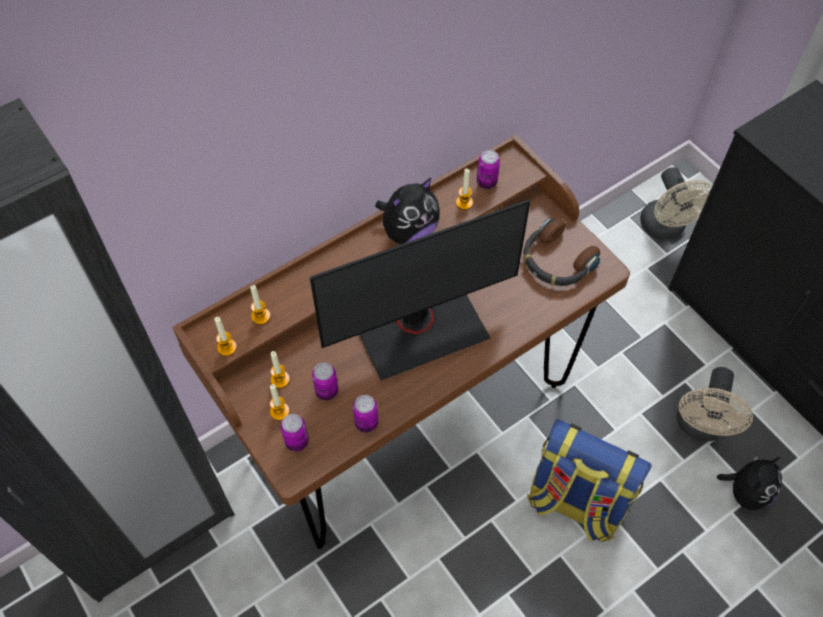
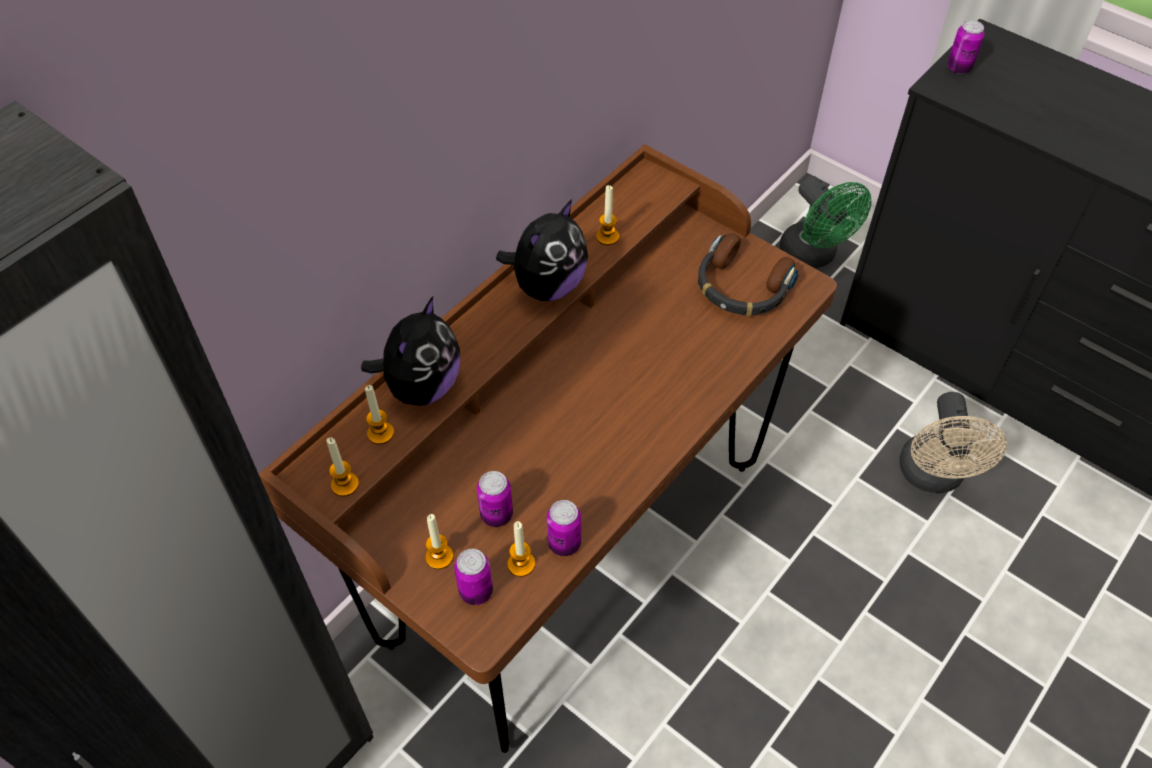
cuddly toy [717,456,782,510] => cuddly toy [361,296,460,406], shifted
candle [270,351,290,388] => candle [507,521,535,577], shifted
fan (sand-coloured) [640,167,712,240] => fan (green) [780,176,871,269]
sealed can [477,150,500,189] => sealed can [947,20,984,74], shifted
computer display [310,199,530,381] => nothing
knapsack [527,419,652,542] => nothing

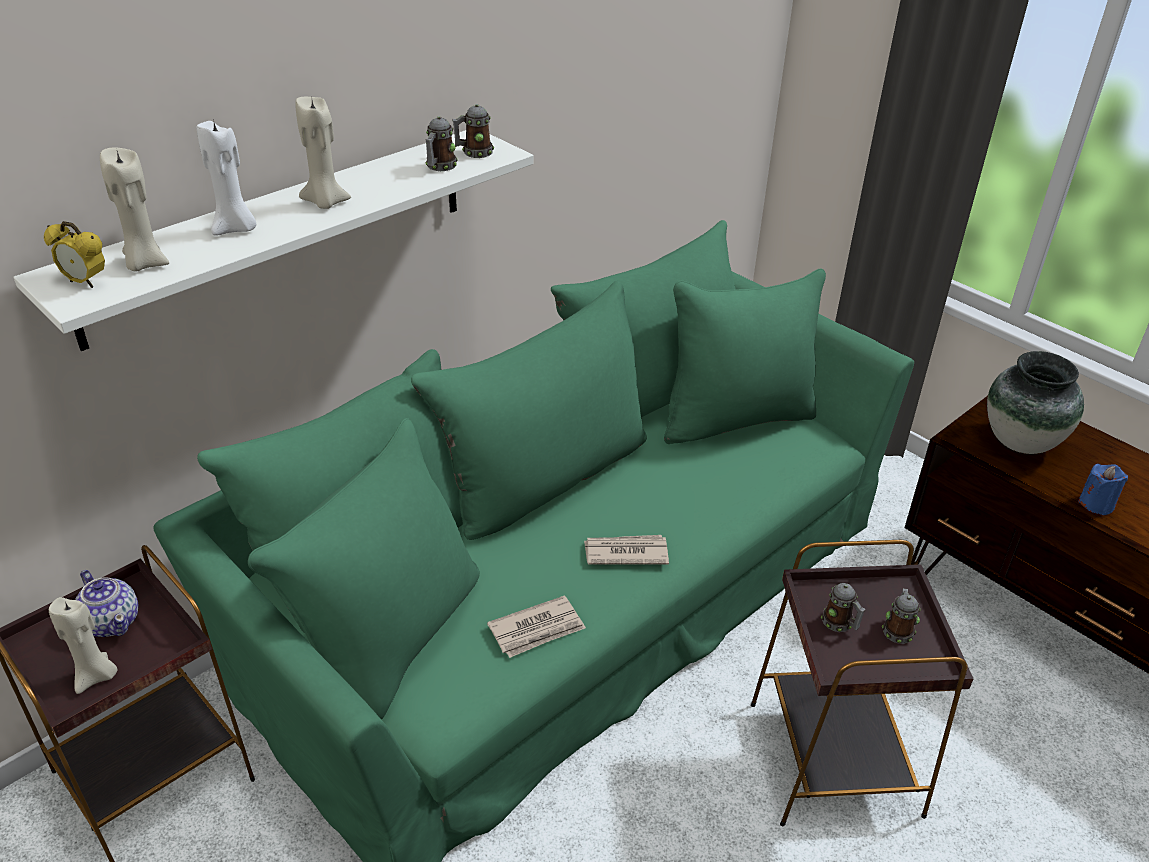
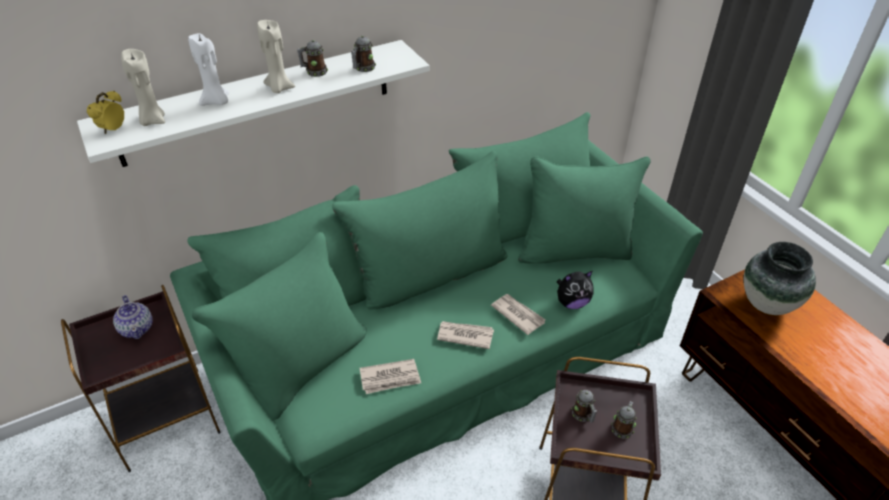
bedside clock [44,221,105,288] => bedside clock [87,91,124,134], 75 degrees clockwise
tea mug [452,104,494,158] => tea mug [297,40,328,77], shifted
nothing => printed paper [491,294,545,335]
nothing => cuddly toy [557,271,594,309]
candle (sand-coloured) [49,597,117,694] => nothing
candle (blue) [1078,464,1128,515] => nothing

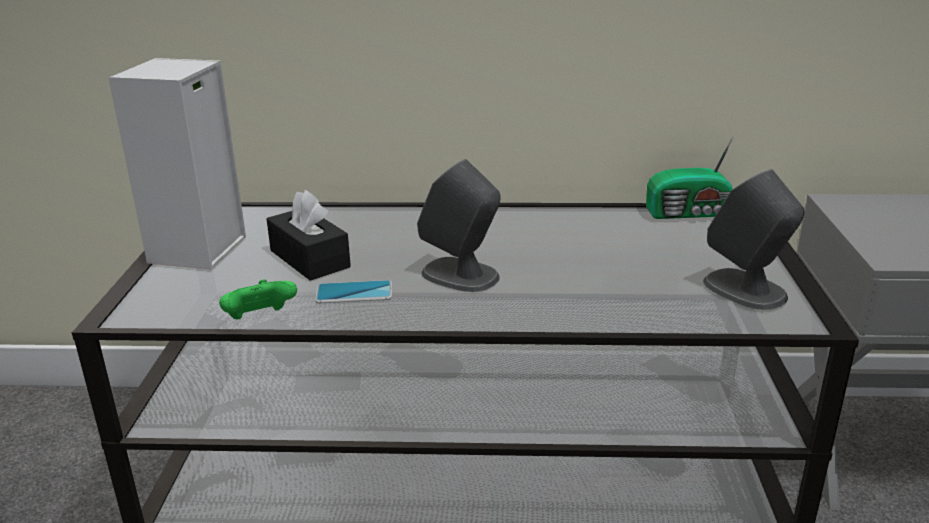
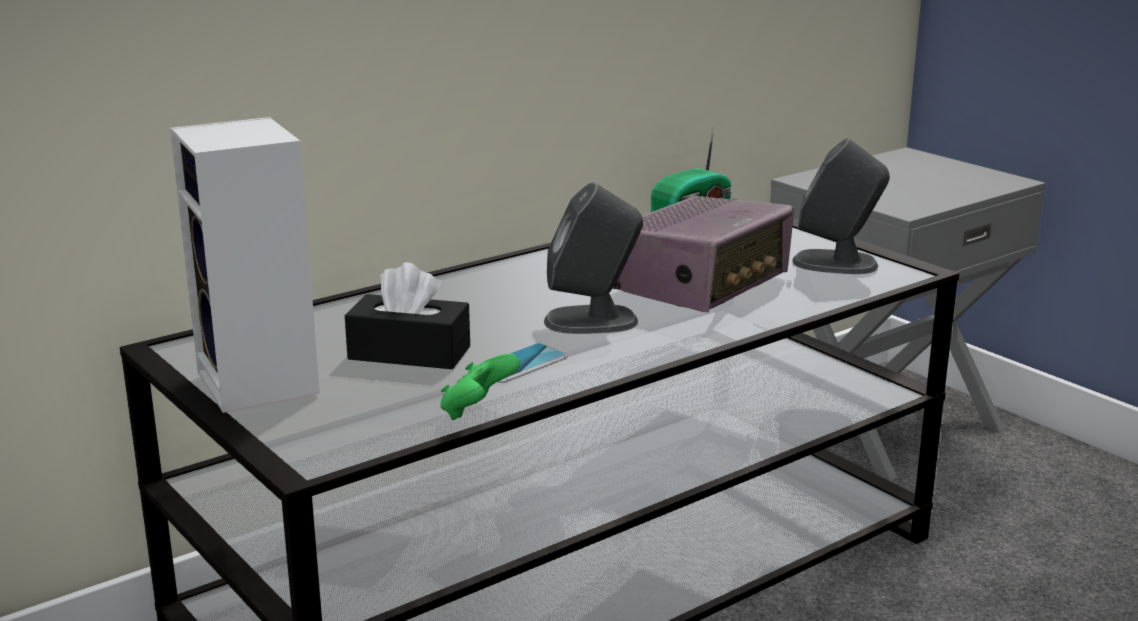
nothing => radio [613,196,794,312]

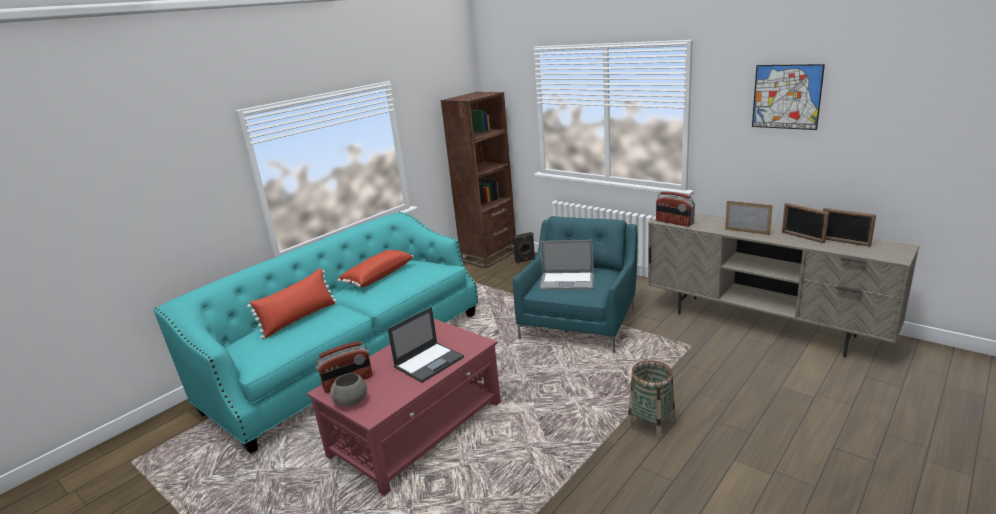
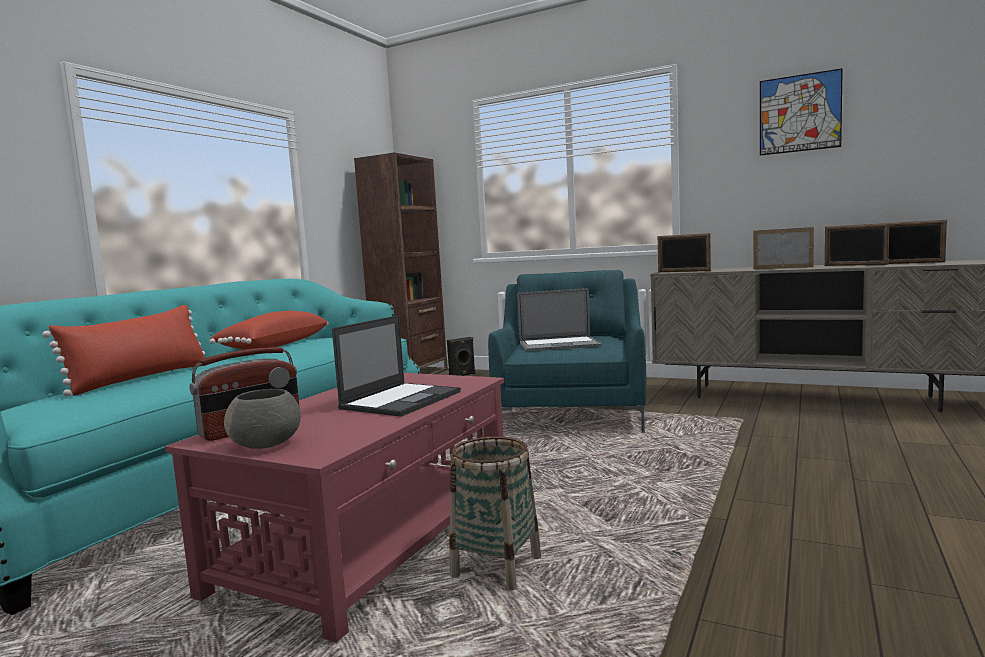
household basket [627,360,675,440] => household basket [449,436,541,590], shifted
radio [656,192,695,227] => picture frame [658,233,711,272]

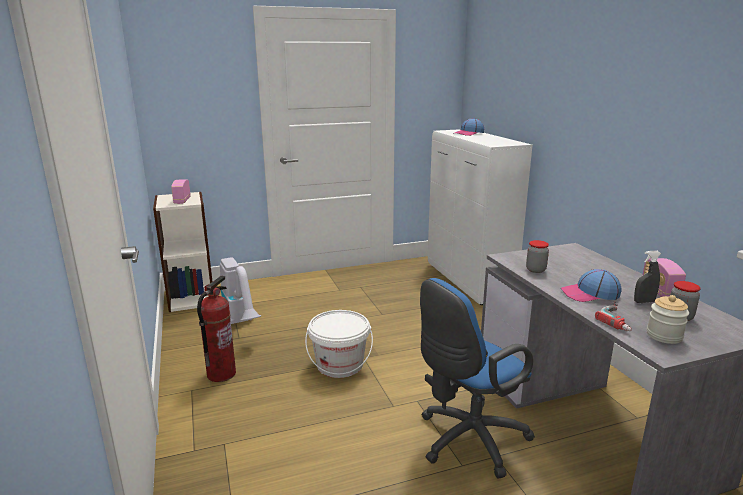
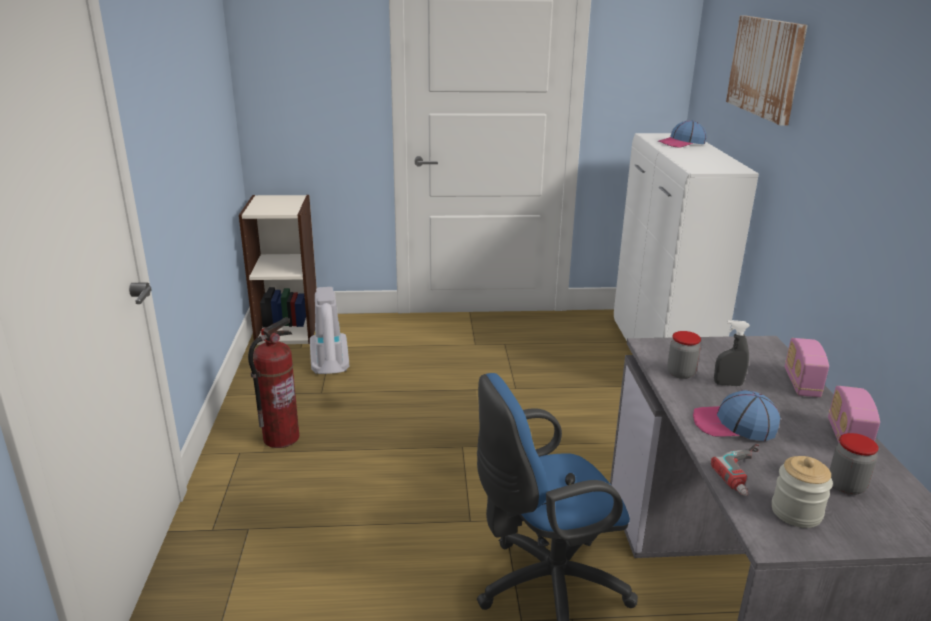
spray bottle (gray) [634,251,661,303] => spray bottle (gray) [714,320,750,386], shifted
nothing => picture [726,16,808,126]
radio [171,179,191,204] => radio [785,338,829,397], shifted
water bucket (white) [305,310,373,378] => nothing

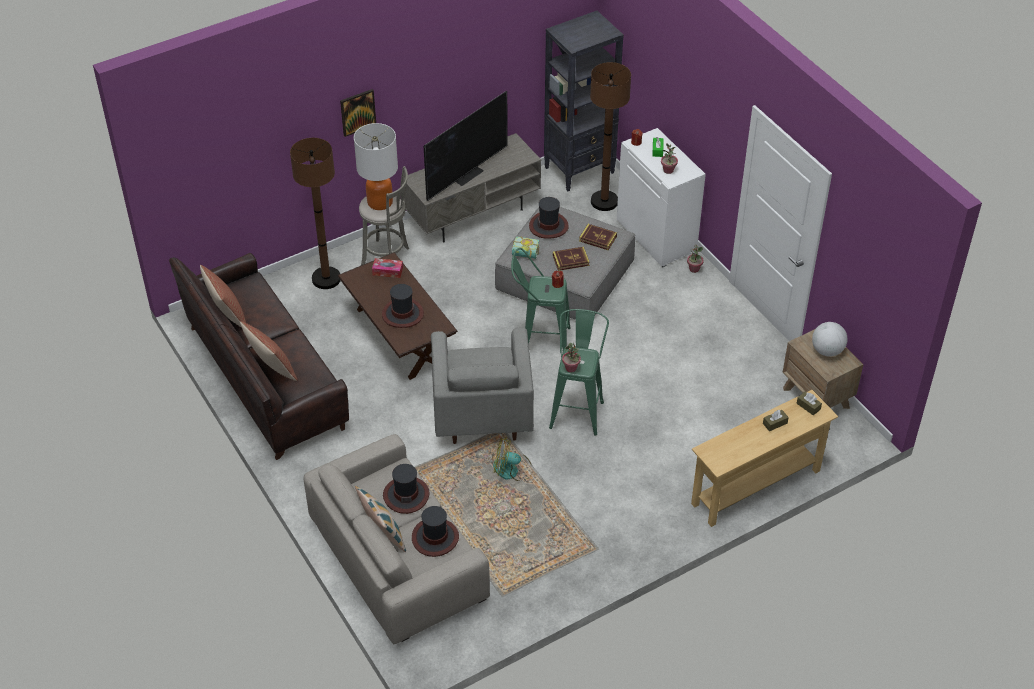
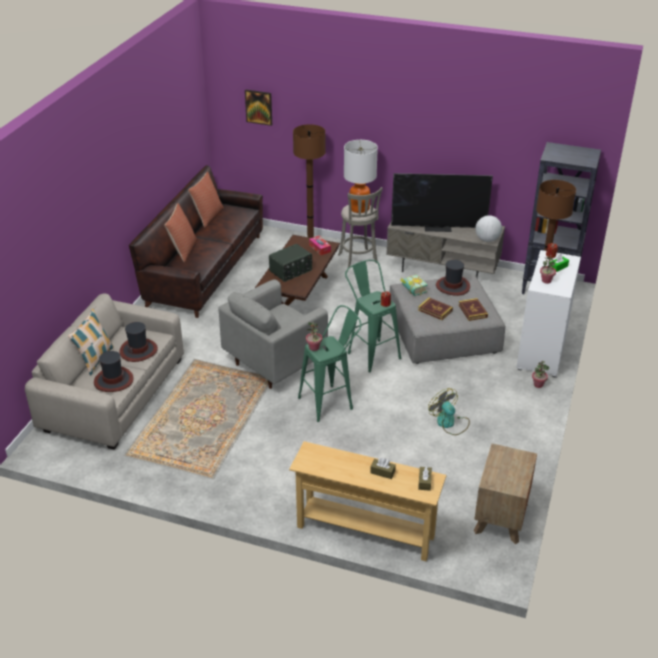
picture [340,89,376,137] => picture [245,89,272,126], shifted
wearable hat [382,284,424,328] => radio [269,244,312,282]
fan [493,437,532,481] => fan [428,388,470,435], shifted
desk globe [812,322,847,356] => desk globe [475,215,502,242], shifted

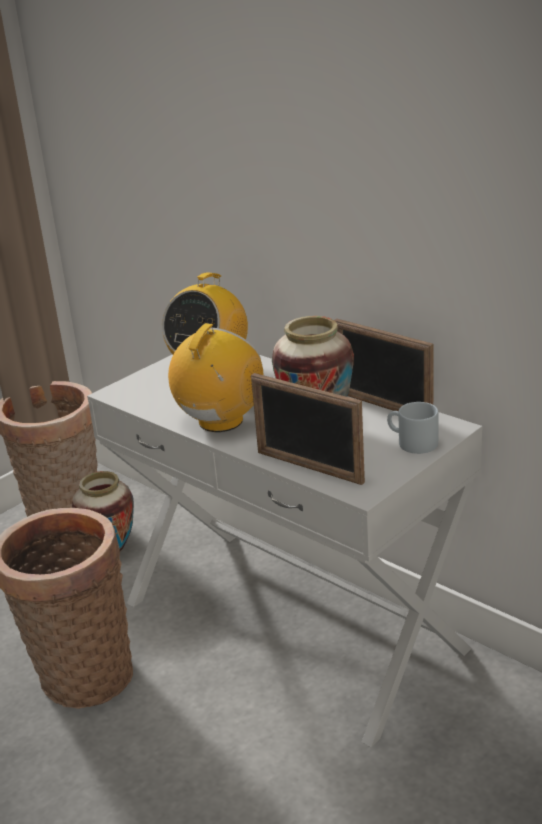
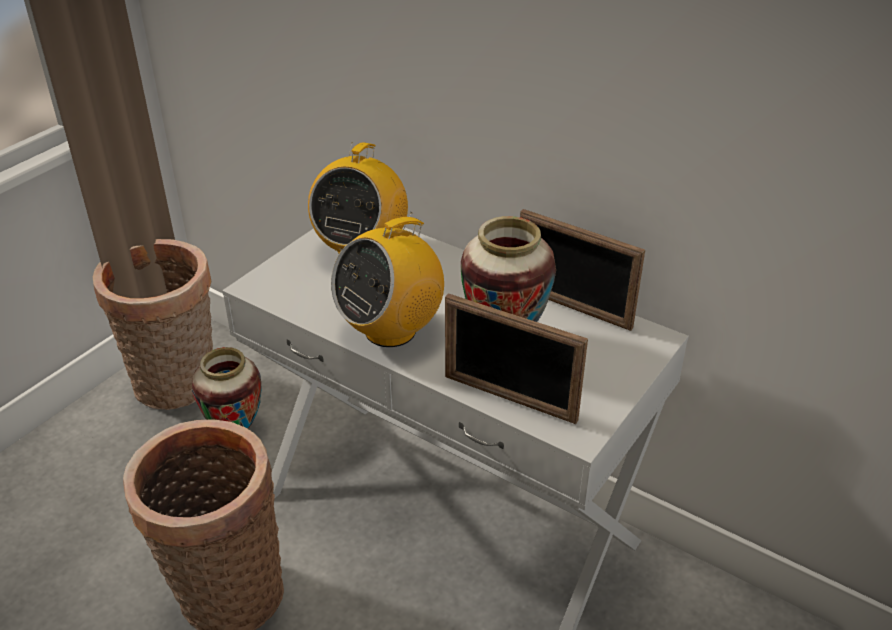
radio [168,323,264,432] => radio [331,212,444,347], 150 degrees counterclockwise
tea mug (gray) [387,402,438,454] => nothing

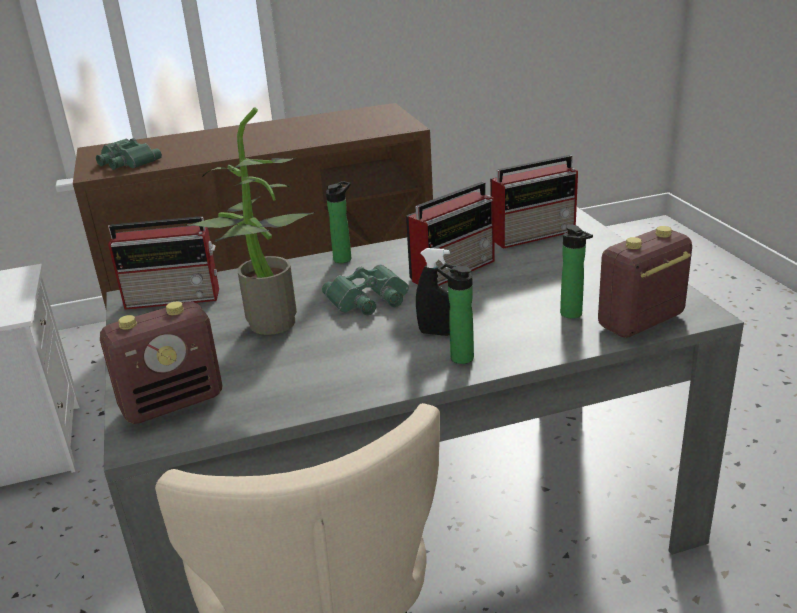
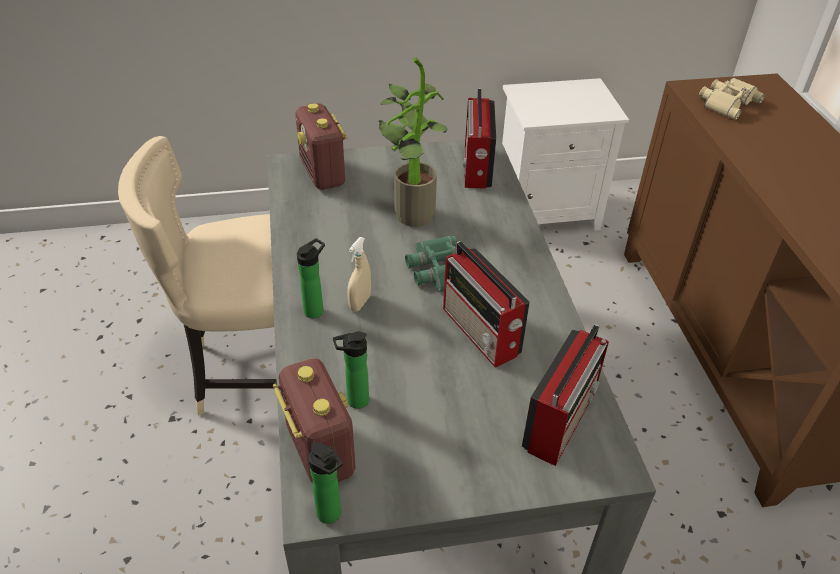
bottle [326,181,351,263] => bottle [308,442,343,524], shifted
spray bottle (blackish) [416,248,450,336] => spray bottle (sand-coloured) [347,237,371,312]
radio [490,155,578,249] => radio [522,324,609,466], 135 degrees counterclockwise
field glasses (green) [96,138,162,170] => field glasses (sand-coloured) [699,77,765,120]

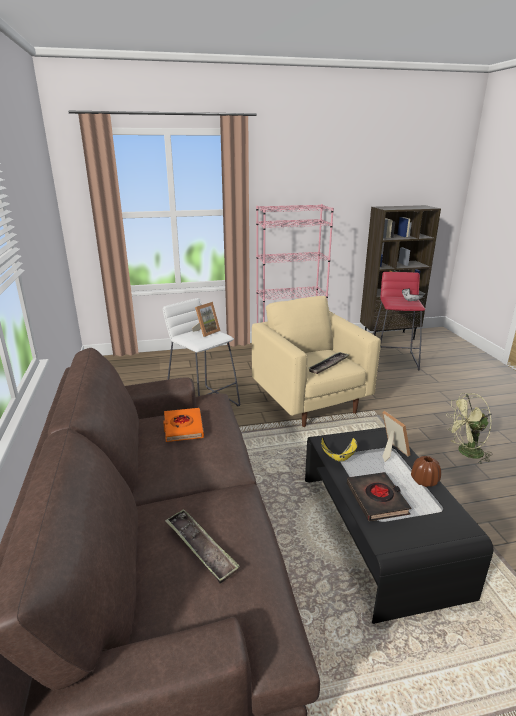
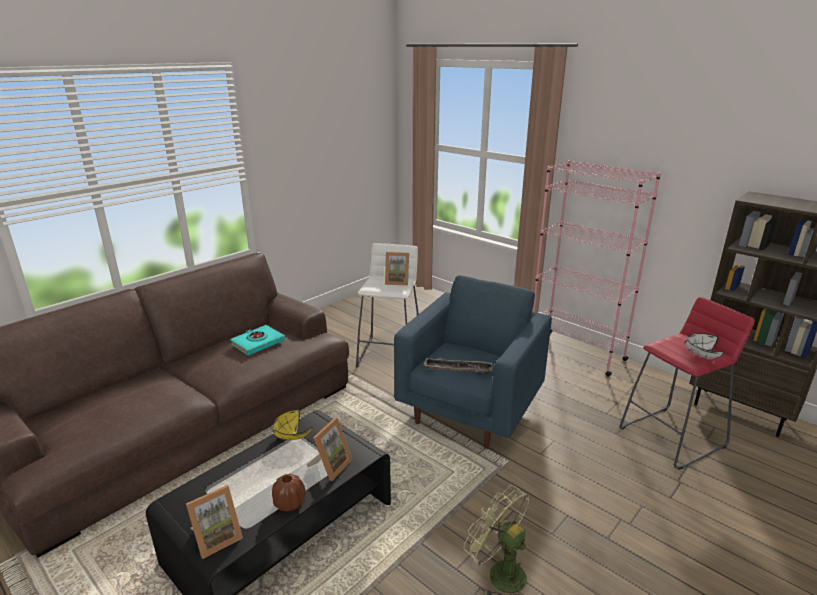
nothing => picture frame [186,485,243,559]
bound book (orangey) [163,408,204,442] => bound book (turquoise) [230,325,285,356]
armchair (sand-coloured) [252,296,381,427] => armchair (blue) [394,275,552,449]
tray [165,509,240,583] => nothing
bound book (blackish) [347,472,411,521] => nothing

